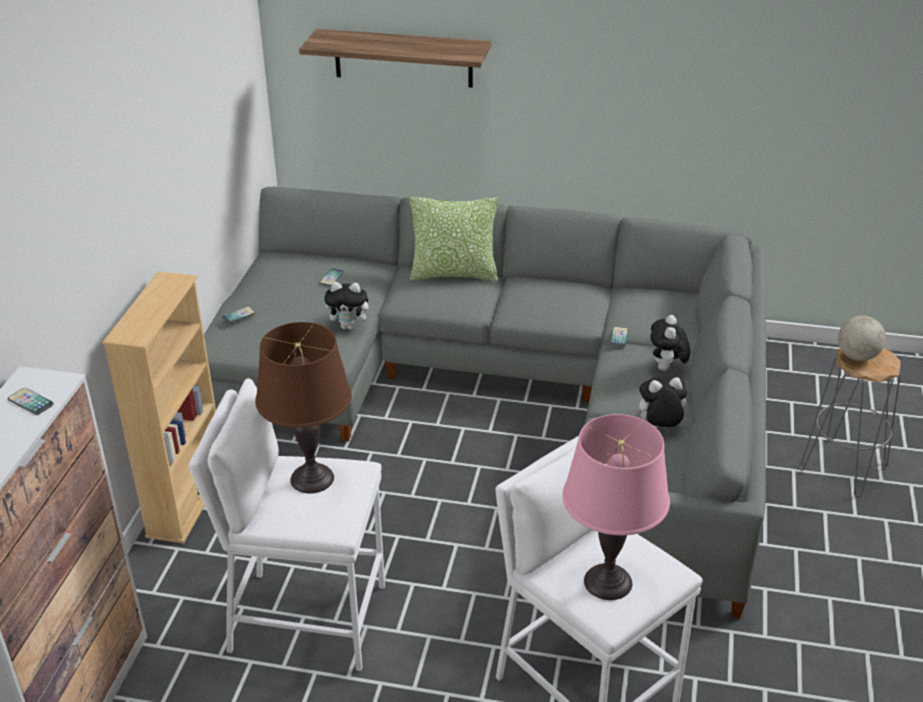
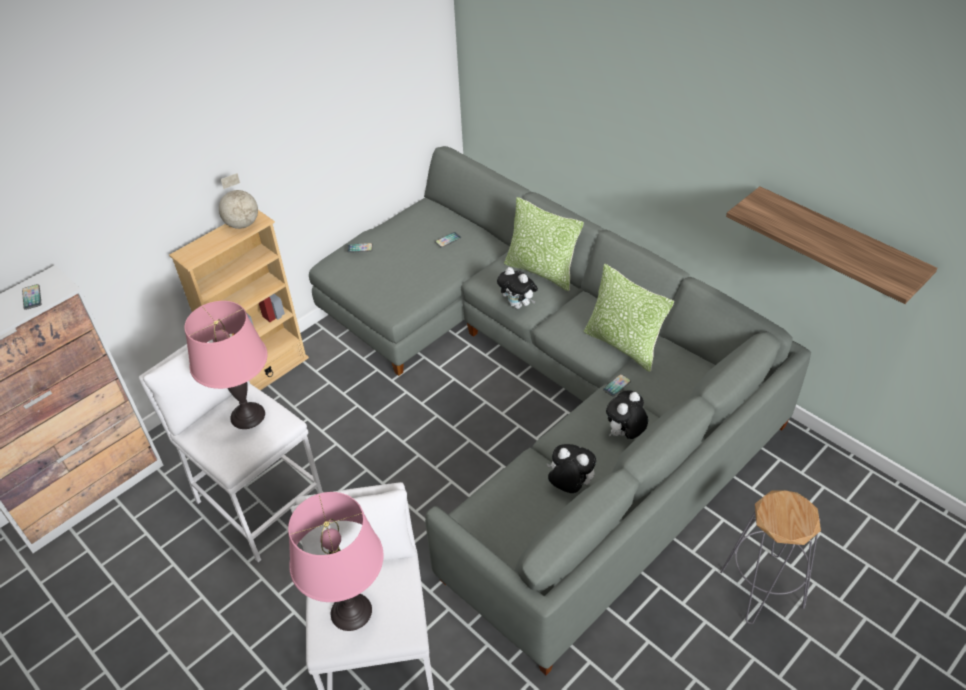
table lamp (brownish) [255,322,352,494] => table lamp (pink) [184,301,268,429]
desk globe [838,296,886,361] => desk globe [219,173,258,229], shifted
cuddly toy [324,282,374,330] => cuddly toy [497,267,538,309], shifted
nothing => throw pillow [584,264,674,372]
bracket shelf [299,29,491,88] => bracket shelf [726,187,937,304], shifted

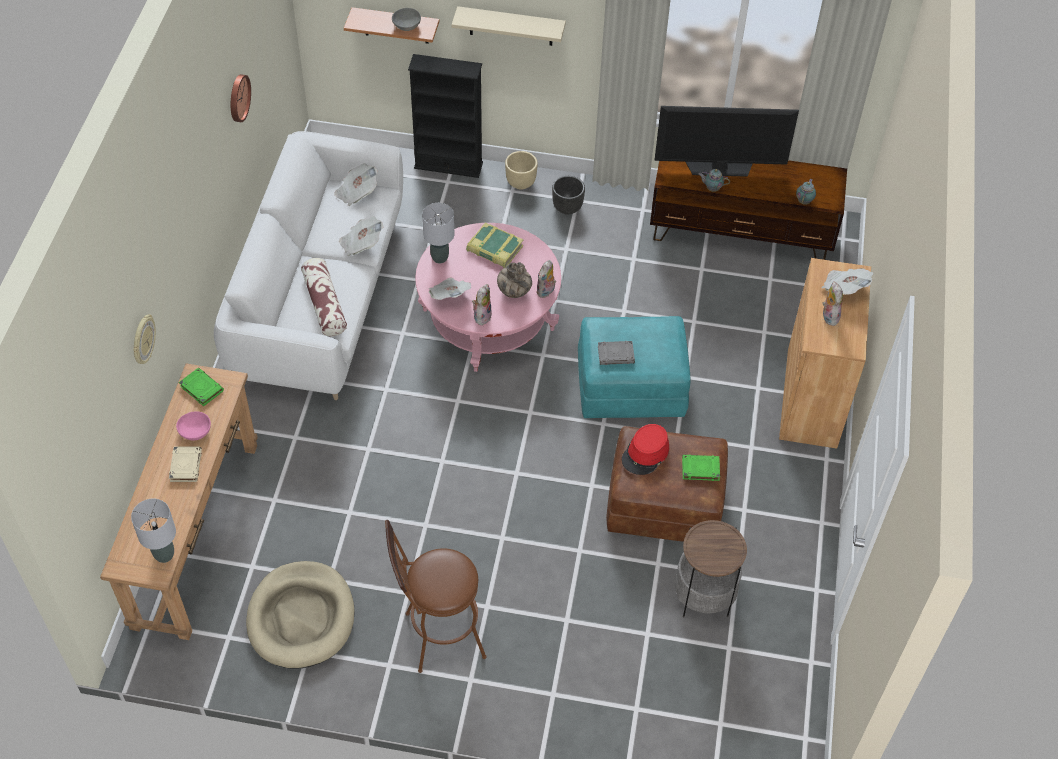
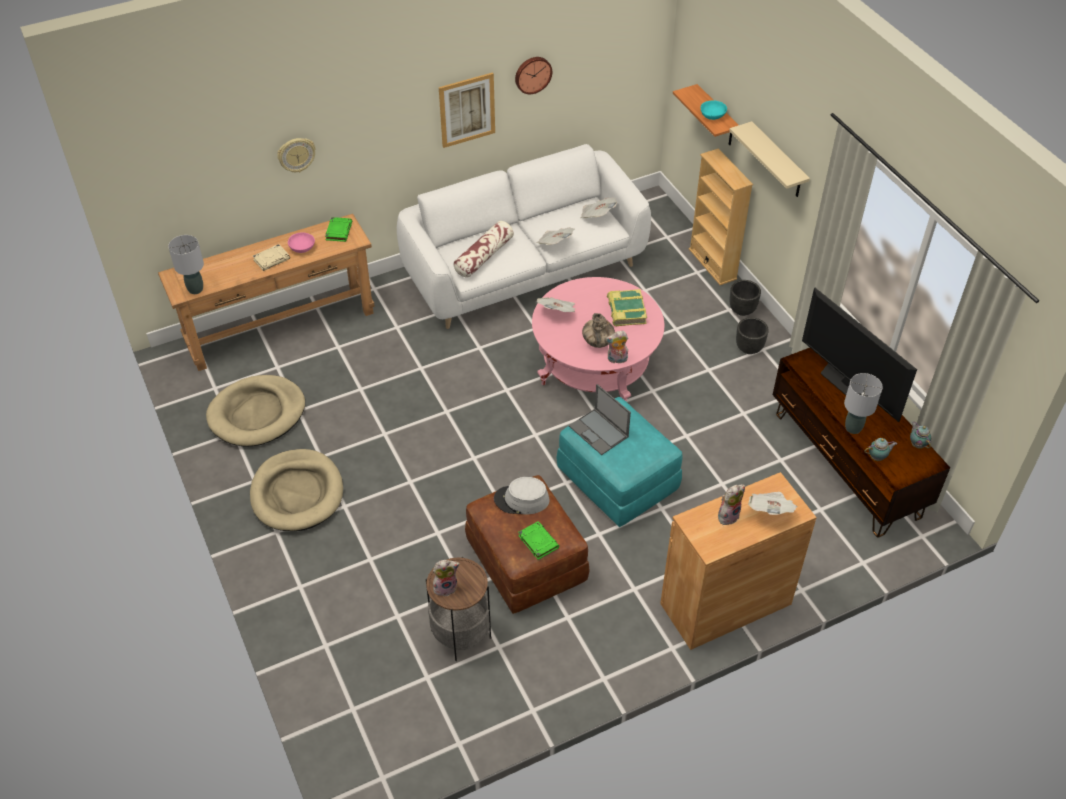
stool seat (brownish) [385,520,486,673] => dog bed (sand-coloured) [250,449,343,531]
cuddly toy [472,284,492,325] => cuddly toy [433,560,460,596], shifted
nothing => picture [439,72,495,148]
wearable hat (red) [622,424,669,475] => wearable hat (gray) [494,477,550,515]
bound book (gray) [598,341,635,365] => notebook computer [569,384,631,455]
shelving unit (blackish) [408,54,483,178] => shelving unit (sand-coloured) [689,148,753,285]
deep dish (gray) [392,8,421,31] => deep dish (turquoise) [701,100,727,120]
plant pot (sand-coloured) [505,151,538,190] => plant pot (blackish) [730,280,761,316]
table lamp (gray) [422,203,454,263] => table lamp (gray) [844,373,883,434], shifted
tea pot [698,169,730,192] => tea pot [910,421,931,449], shifted

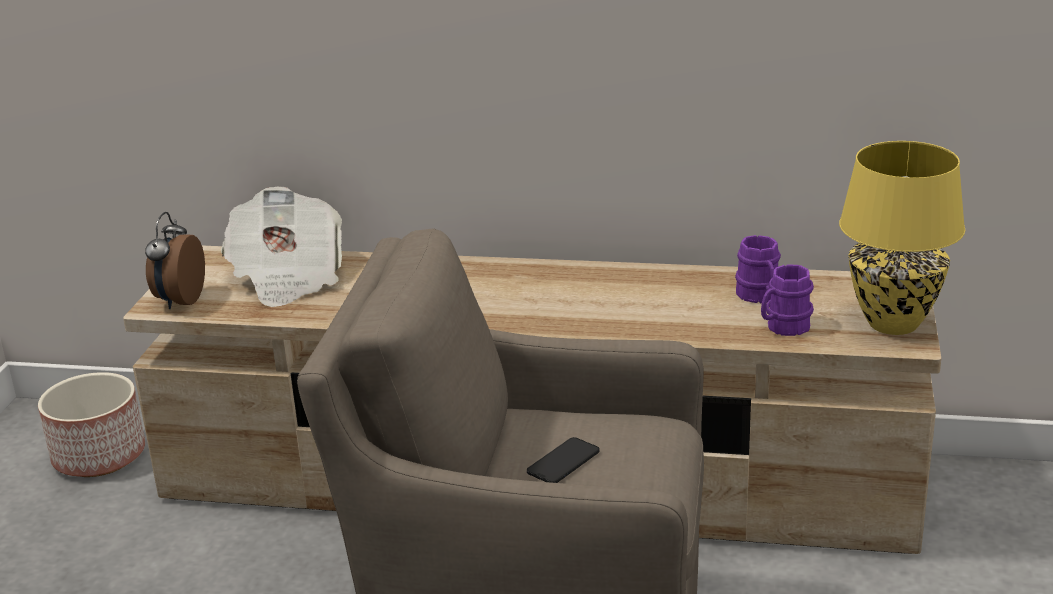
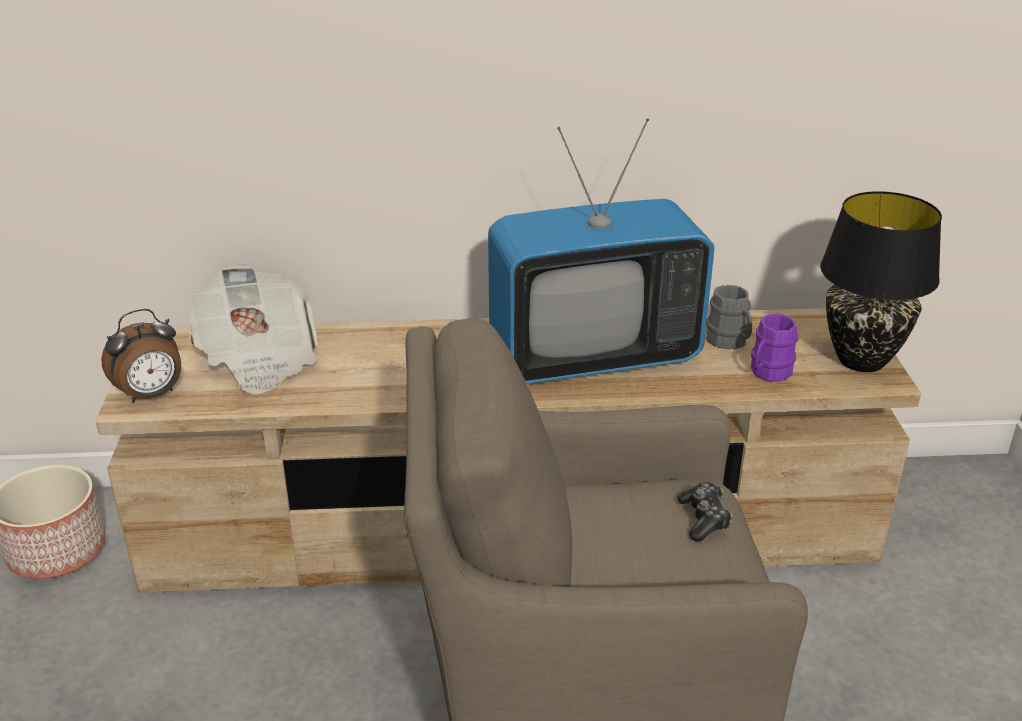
bedside clock [145,212,205,309] => bedside clock [101,308,181,403], 120 degrees counterclockwise
nothing => television [488,118,715,384]
nothing => gamepad [678,482,732,541]
tea mug (purplish) [735,235,781,303] => tea mug (gray) [706,285,752,349]
table lamp (yellowish) [839,141,965,335] => table lamp (blackish) [820,191,942,372]
phone [527,437,600,483] => nothing

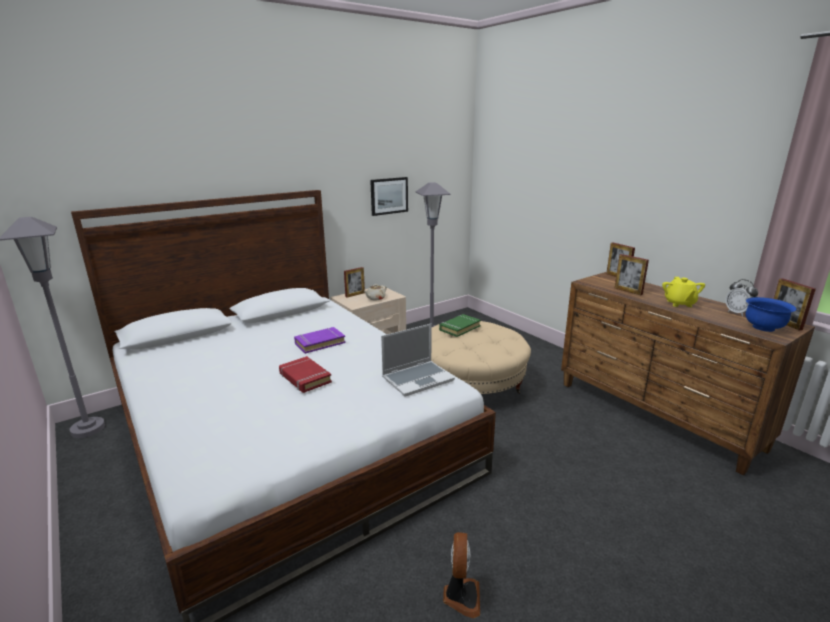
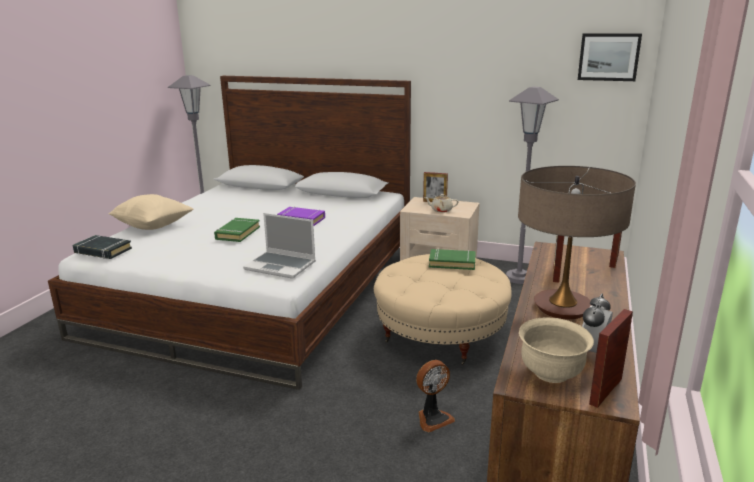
nothing => bound book (blackish) [73,235,132,259]
nothing => throw pillow (sand-coloured) [109,194,194,230]
bound book (red) [279,356,332,393] => bound book (green) [214,218,260,242]
fan [443,532,480,618] => fan [416,360,455,432], shifted
tea pot (yellowish) [662,277,705,307] => table lamp [518,166,636,319]
deep dish (blue) [745,297,797,332] => deep dish (sand-coloured) [519,318,594,383]
picture [370,177,408,216] => picture [578,33,642,81], shifted

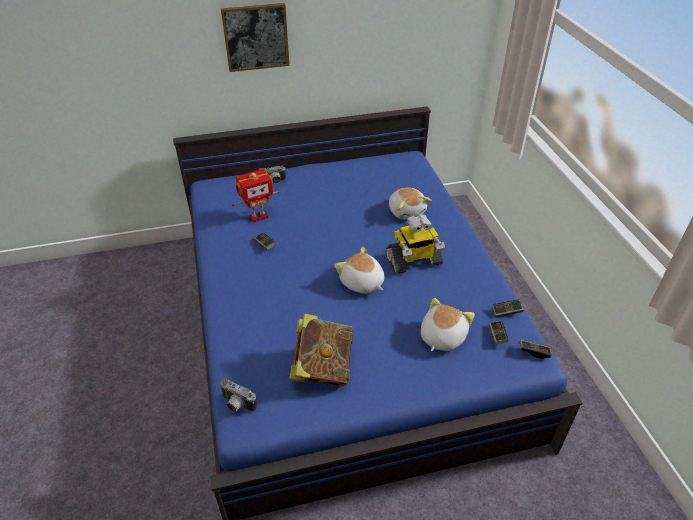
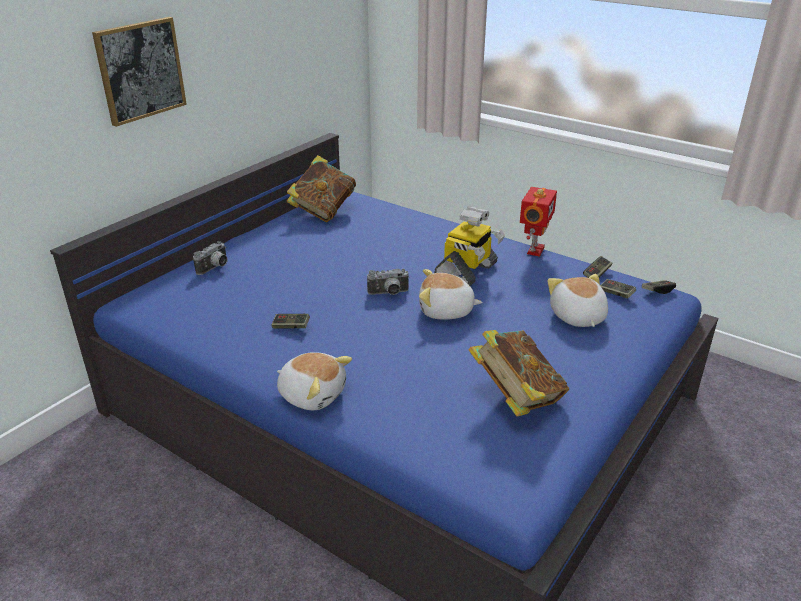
cuddly toy [389,188,432,220] => cuddly toy [277,352,352,410], shifted
nothing => bound book [287,155,356,222]
photo camera [220,378,257,412] => photo camera [367,269,410,295], shifted
toy robot [232,169,280,223] => toy robot [520,187,557,257], shifted

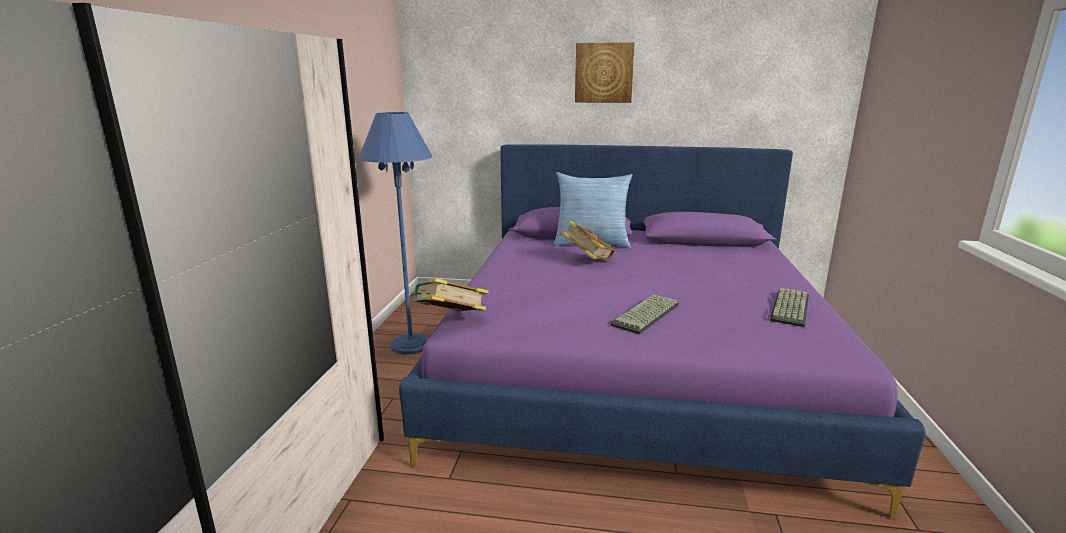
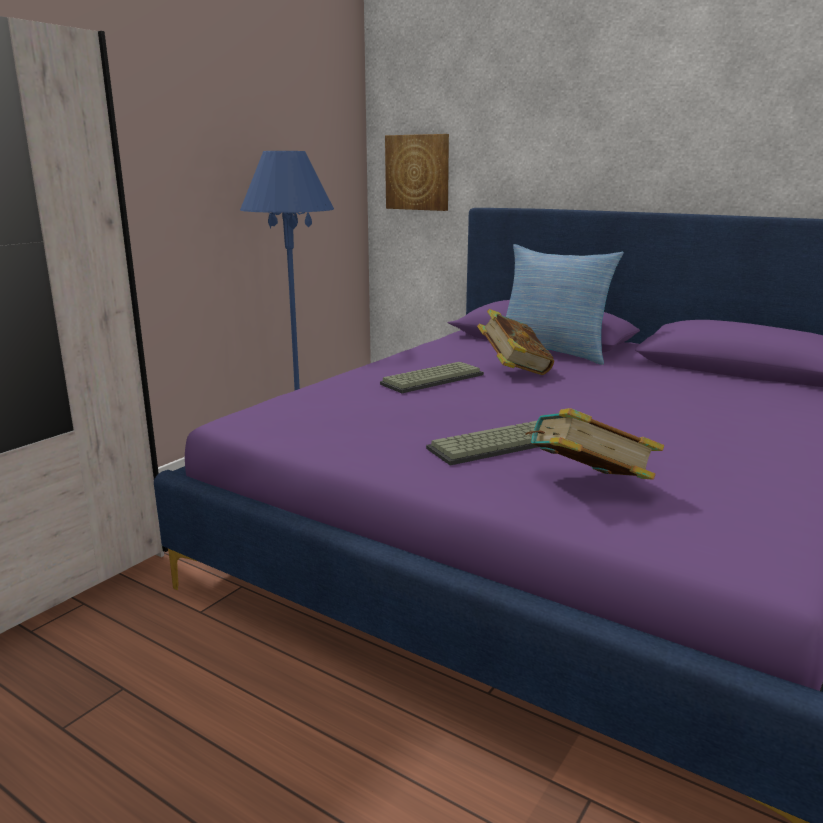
computer keyboard [770,288,809,327] => computer keyboard [380,362,484,393], shifted
picture [575,42,635,103] => picture [385,134,449,211], shifted
bound book [410,278,489,312] => bound book [526,408,664,480], shifted

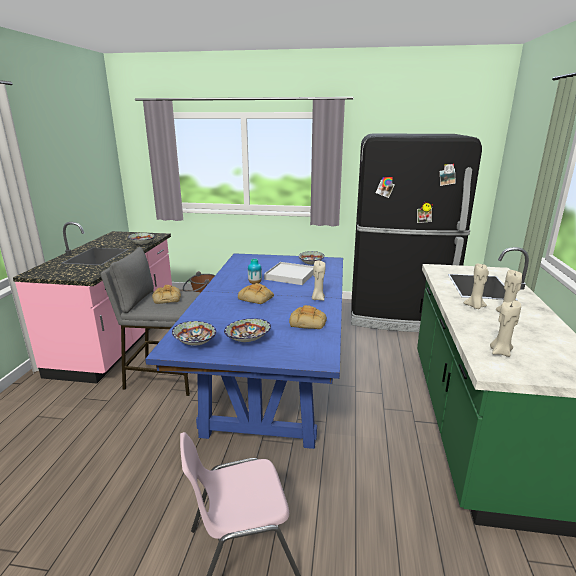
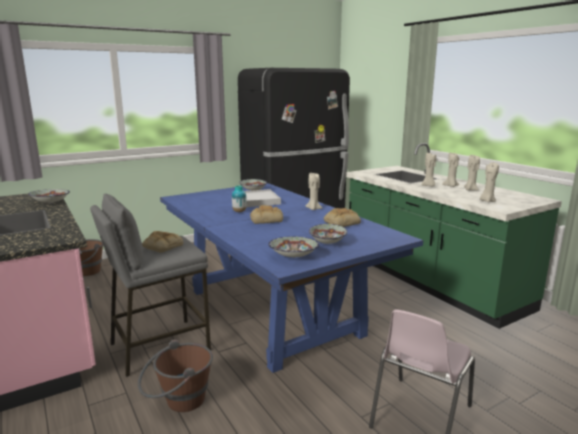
nothing => water bucket (brownish) [138,339,213,412]
nothing => candle (sand-coloured) [464,155,480,191]

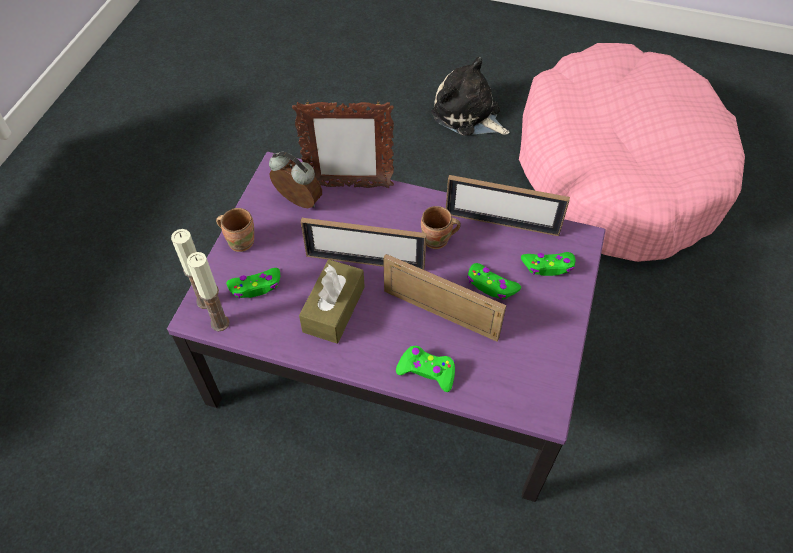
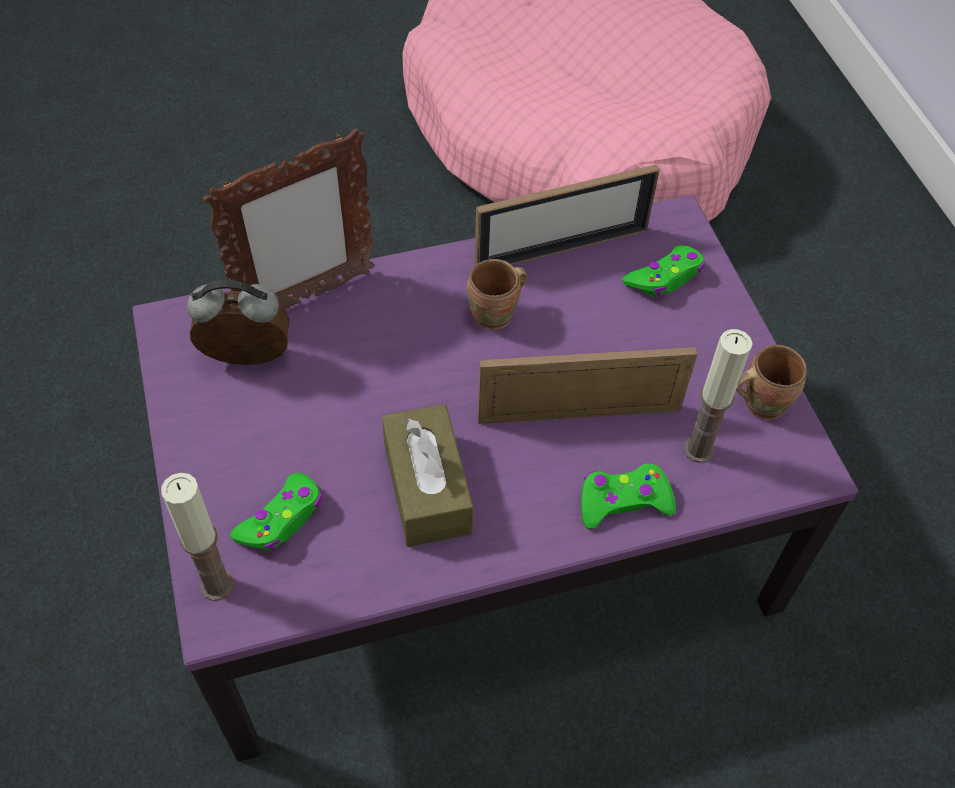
candle [187,252,230,331] => candle [684,329,753,463], shifted
tea mug (brownish) [216,208,254,252] => tea mug (brownish) [736,345,807,420], shifted
picture frame [300,218,427,270] => nothing
cuddly toy [431,57,509,136] => nothing
gamepad (green) [467,263,521,299] => nothing

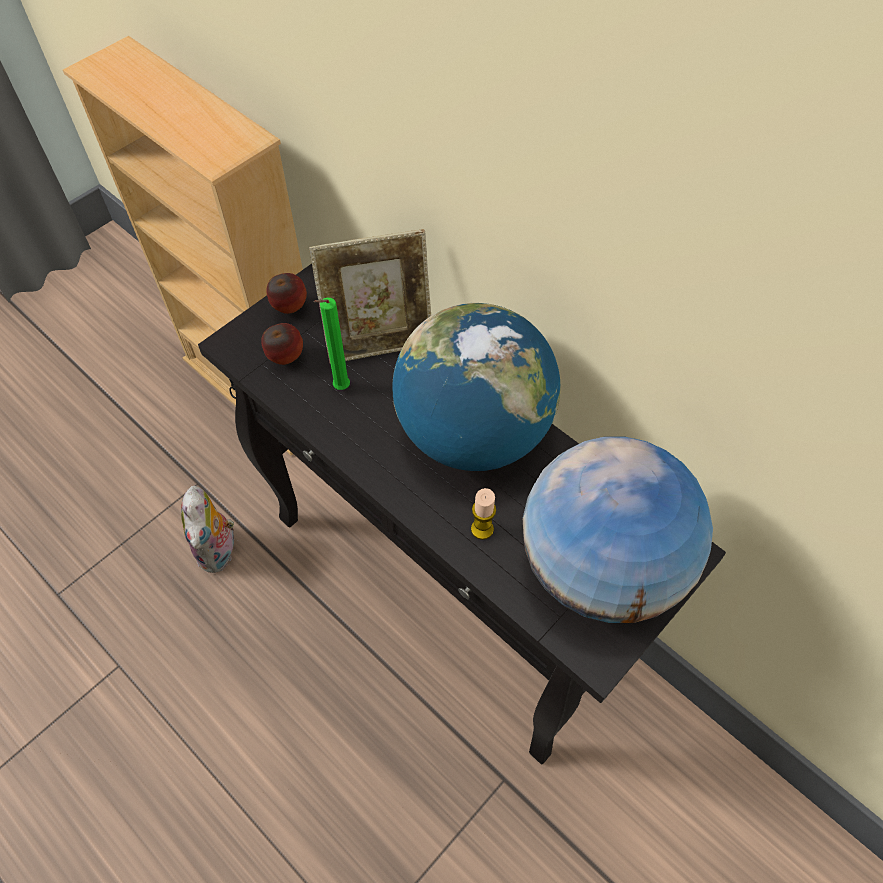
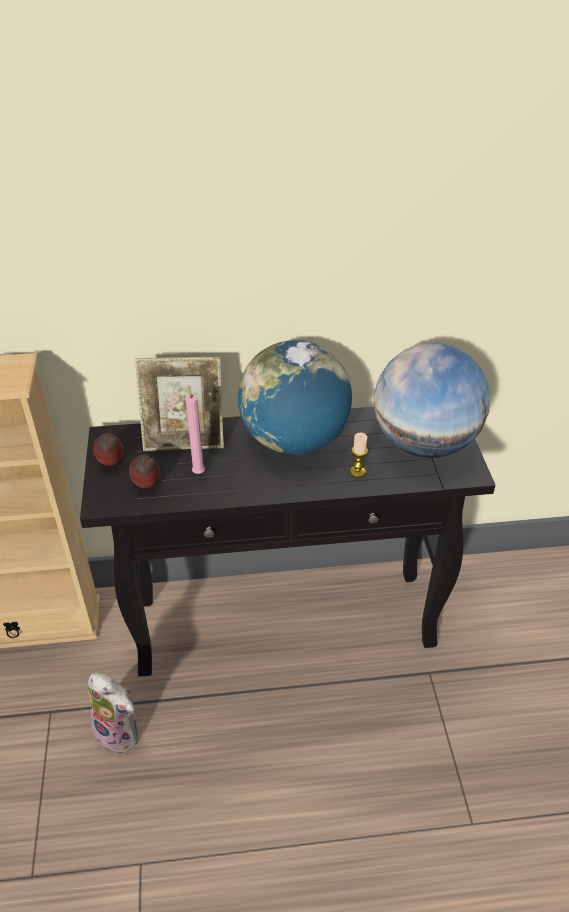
picture frame [309,229,431,364] => picture frame [135,357,224,451], 60 degrees clockwise
candle (green) [314,298,350,390] => candle (pink) [185,395,205,474]

